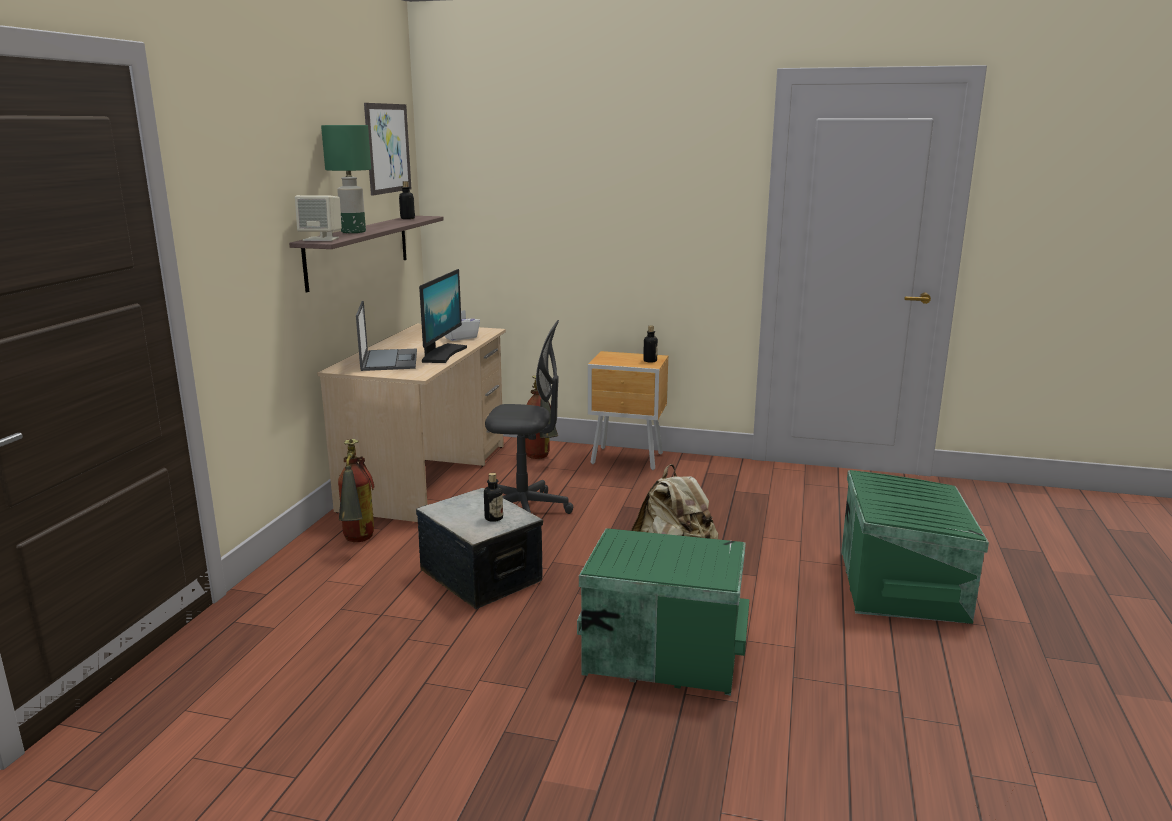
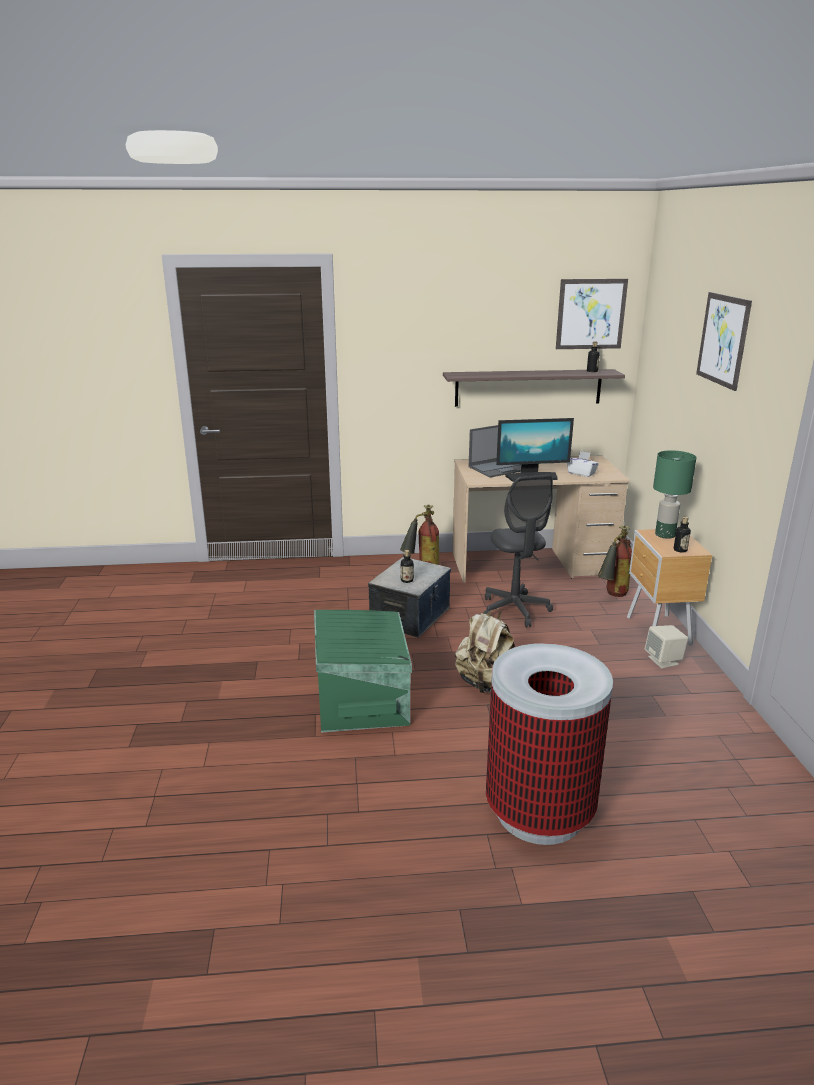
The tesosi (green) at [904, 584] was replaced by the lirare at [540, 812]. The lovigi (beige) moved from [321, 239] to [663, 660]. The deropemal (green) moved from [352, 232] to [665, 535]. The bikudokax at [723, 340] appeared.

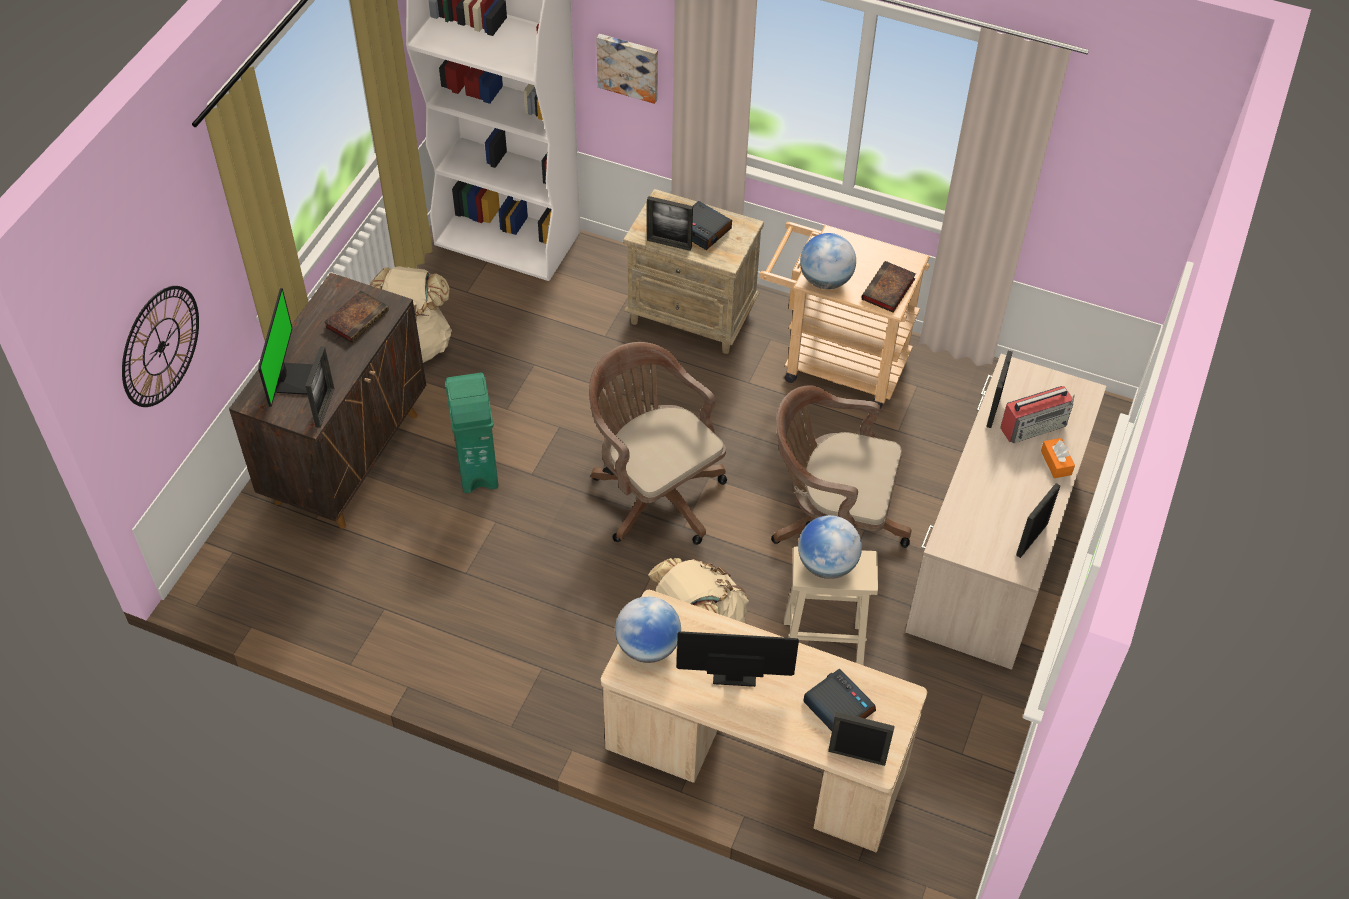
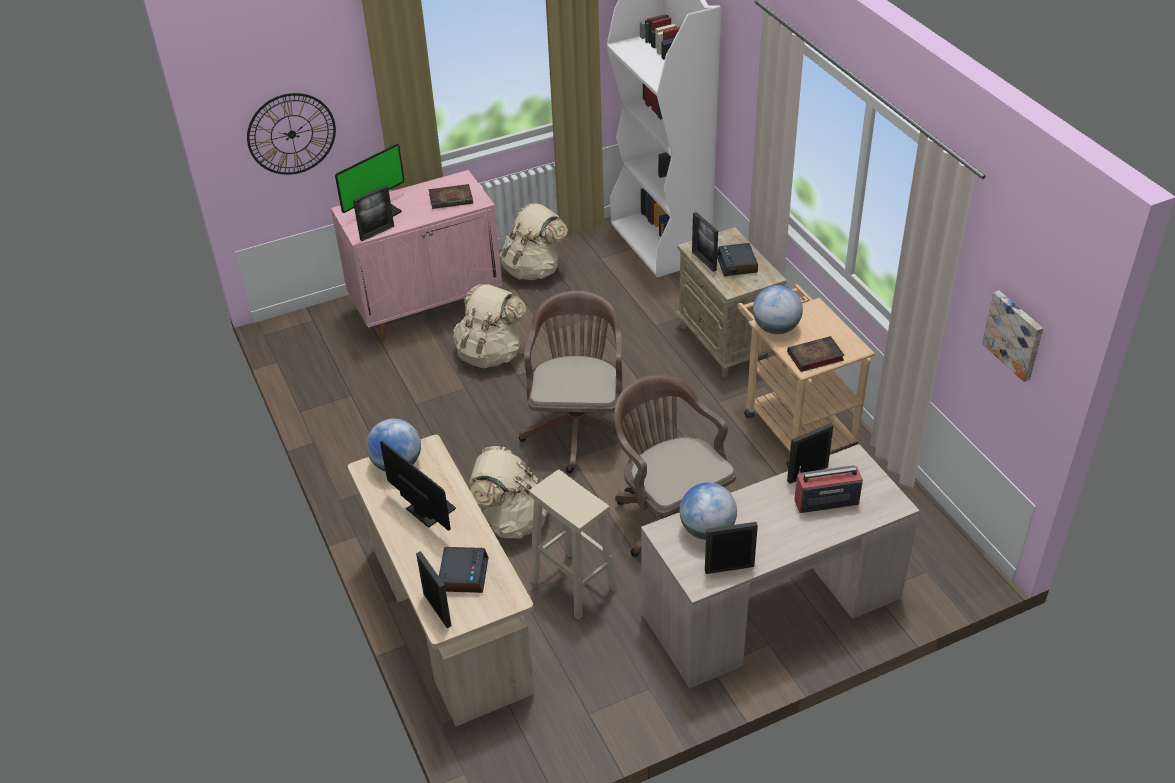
The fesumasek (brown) at [348, 457] became the fesumasek (pink) at [428, 307]. The lirare (green) at [477, 468] was replaced by the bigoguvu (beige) at [490, 354]. The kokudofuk moved from [827, 564] to [707, 530]. The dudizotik at [1034, 426] turned 150 degrees clockwise. The bikudokax moved from [628, 66] to [1015, 334]. The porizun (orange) at [1056, 462] disappeared.

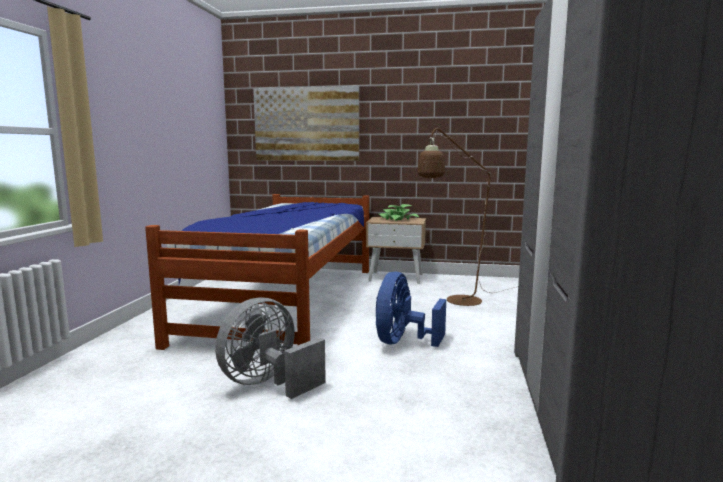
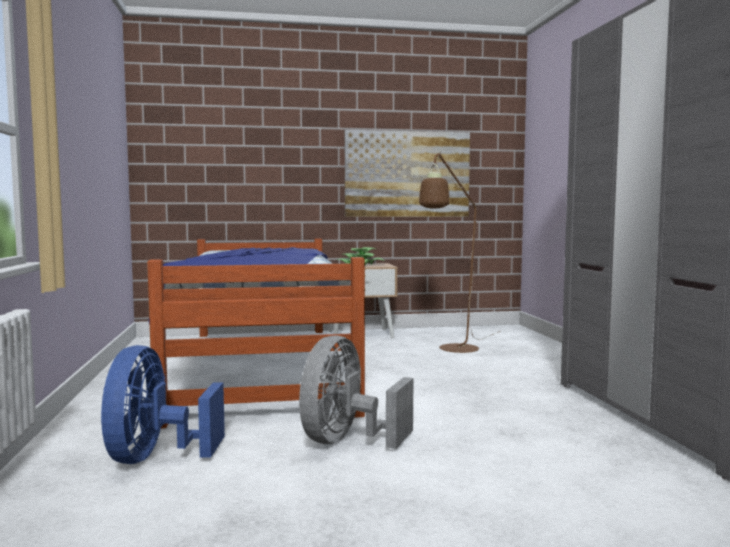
The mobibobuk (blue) moved from [402, 342] to [154, 457]. The bikudokax moved from [306, 124] to [407, 174].

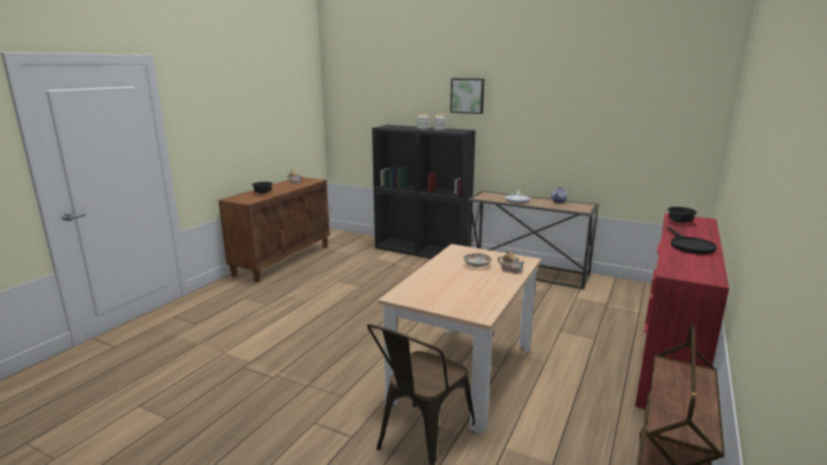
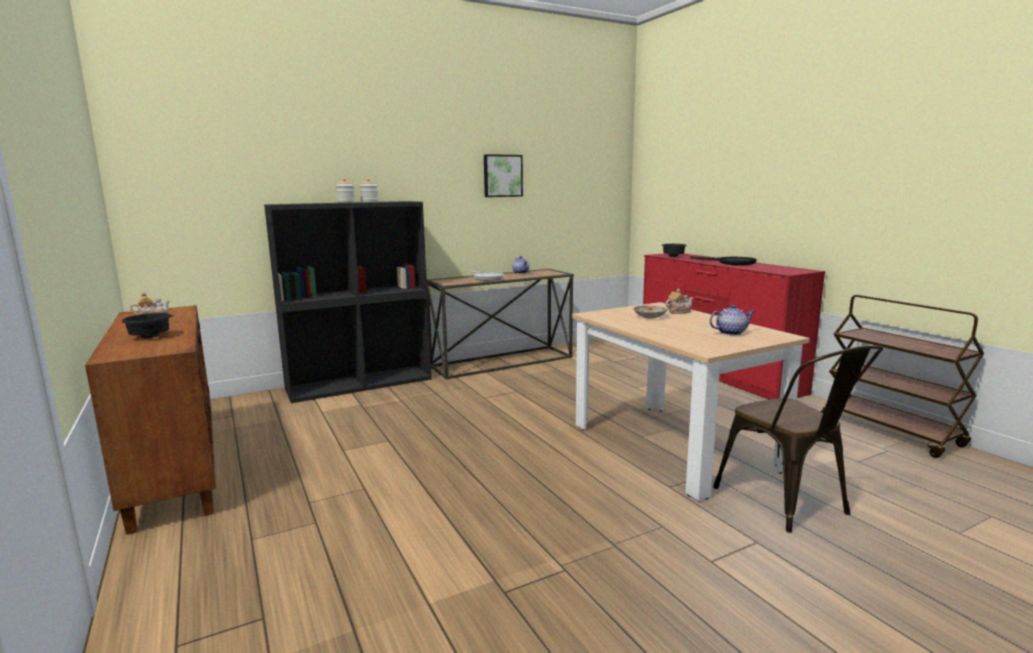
The bikudokax moved from [467, 95] to [502, 176]. The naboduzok at [730, 332] appeared.

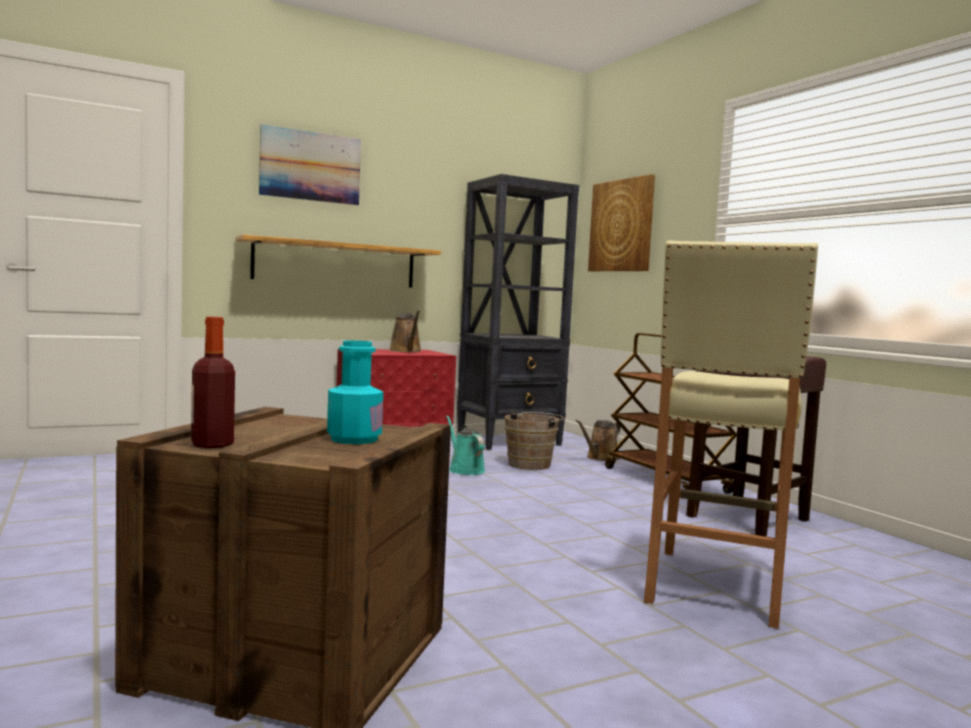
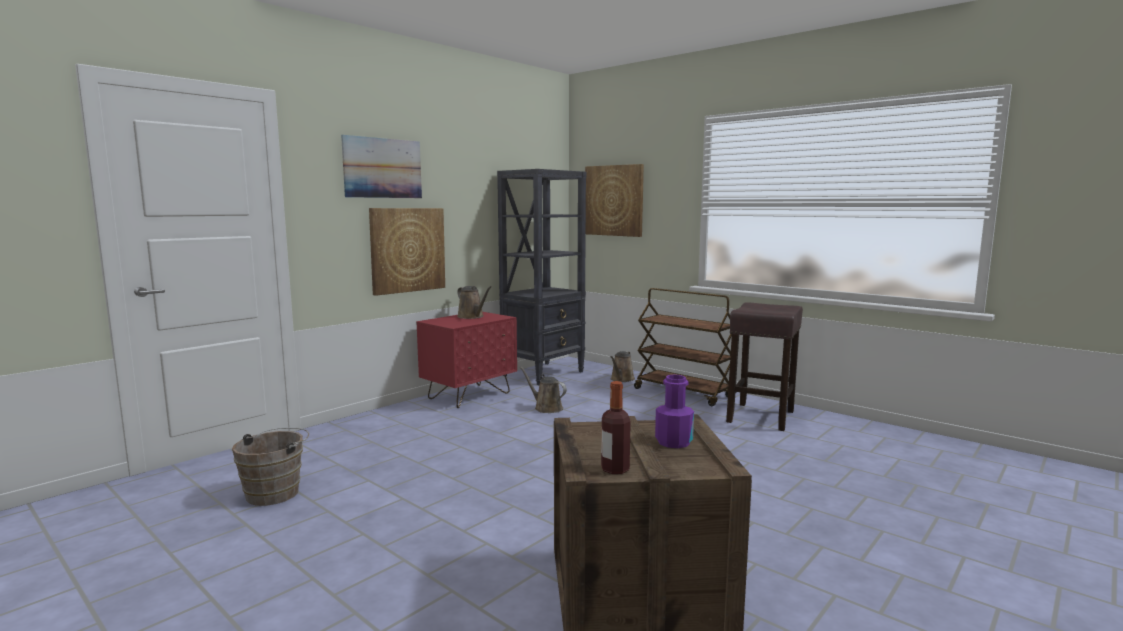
The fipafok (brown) moved from [532, 464] to [276, 492]. The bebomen at [335, 264] was replaced by the bikudokax at [407, 250]. The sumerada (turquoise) at [464, 470] became the sumerada (brown) at [546, 408]. The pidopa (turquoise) at [354, 439] became the pidopa (purple) at [673, 442]. The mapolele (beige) at [715, 586] disappeared.

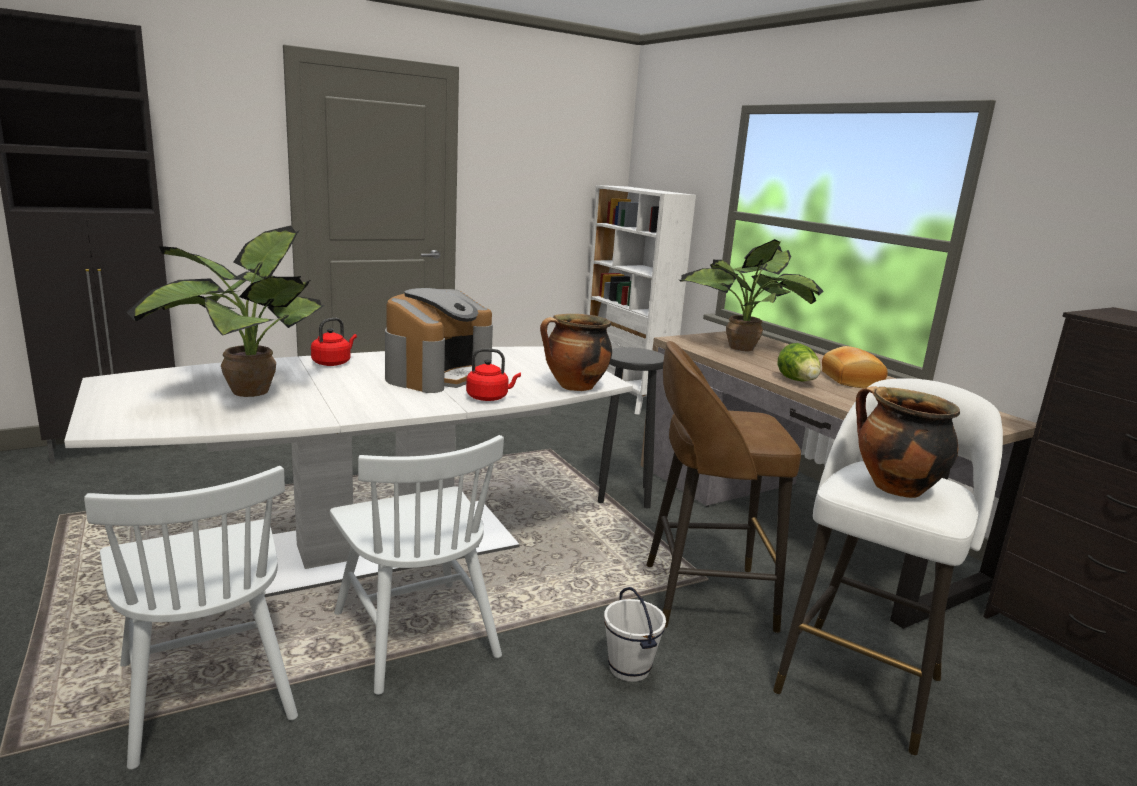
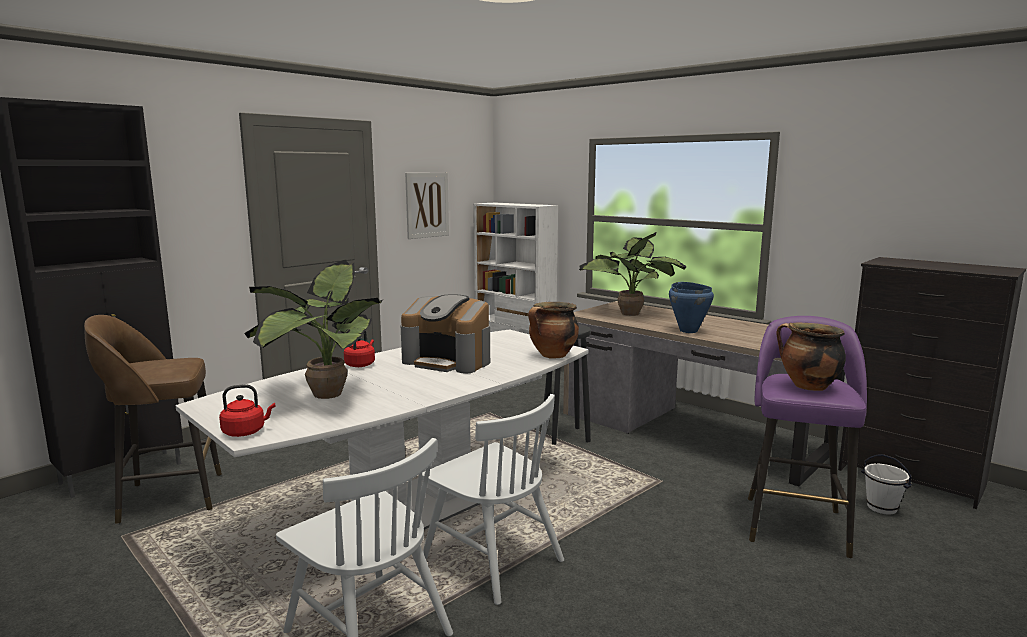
The mapolele (brown) moved from [703, 596] to [167, 497]. The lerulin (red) moved from [489, 398] to [246, 432]. The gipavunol at [437, 374] turned 105 degrees clockwise. The bikudokax at [427, 205] appeared. The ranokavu at [798, 381] was replaced by the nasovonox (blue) at [688, 331]. The mapolele (white) at [861, 682] became the mapolele (purple) at [795, 524]. The fipafok (white) moved from [630, 668] to [882, 508]. The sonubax at [849, 380] disappeared.

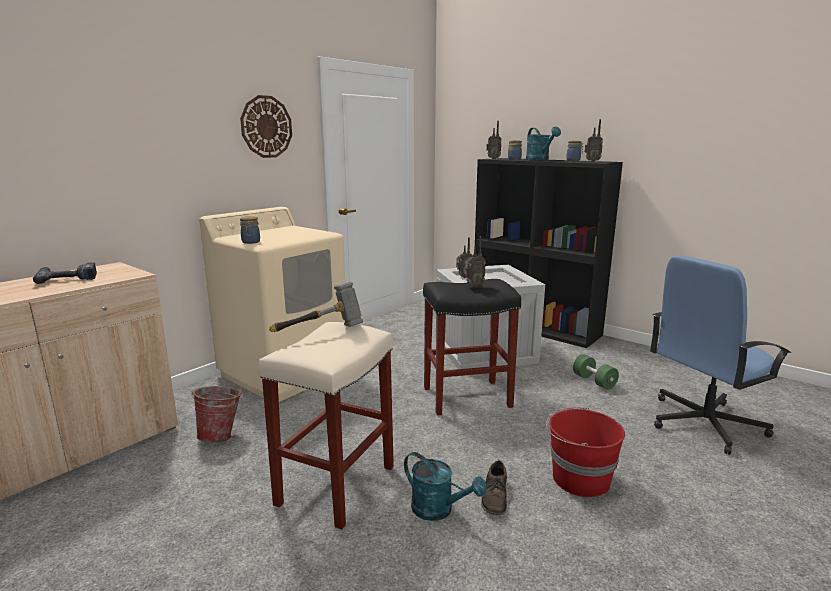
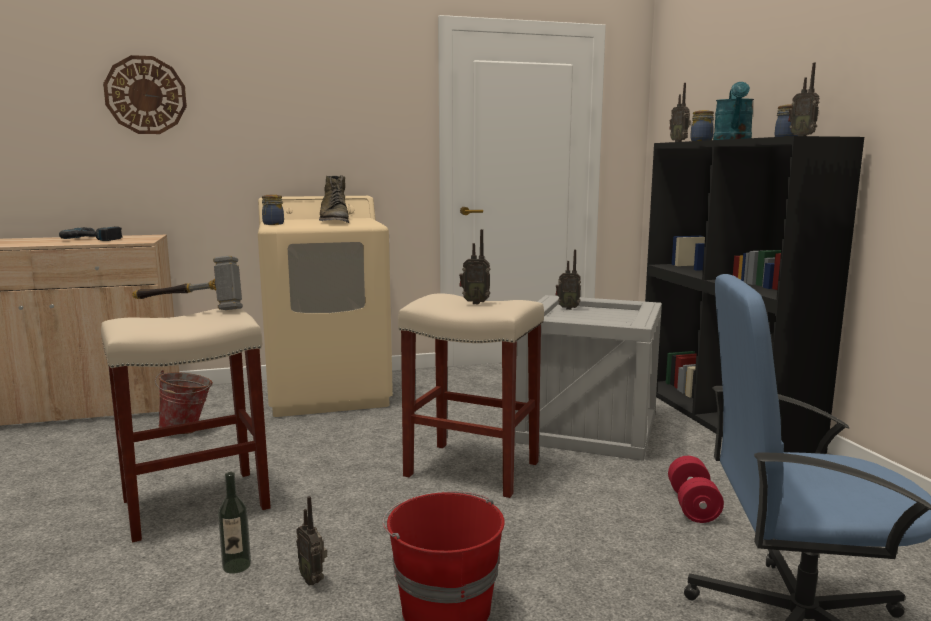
The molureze moved from [266, 127] to [146, 95]. The sumerada (turquoise) at [439, 510] was replaced by the pidopa at [236, 565]. The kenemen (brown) at [495, 496] was replaced by the dudizotik at [313, 579]. The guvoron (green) at [334, 222] appeared. The mapolele (black) at [468, 396] became the mapolele (beige) at [474, 469]. The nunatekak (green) at [594, 381] became the nunatekak (red) at [693, 505].

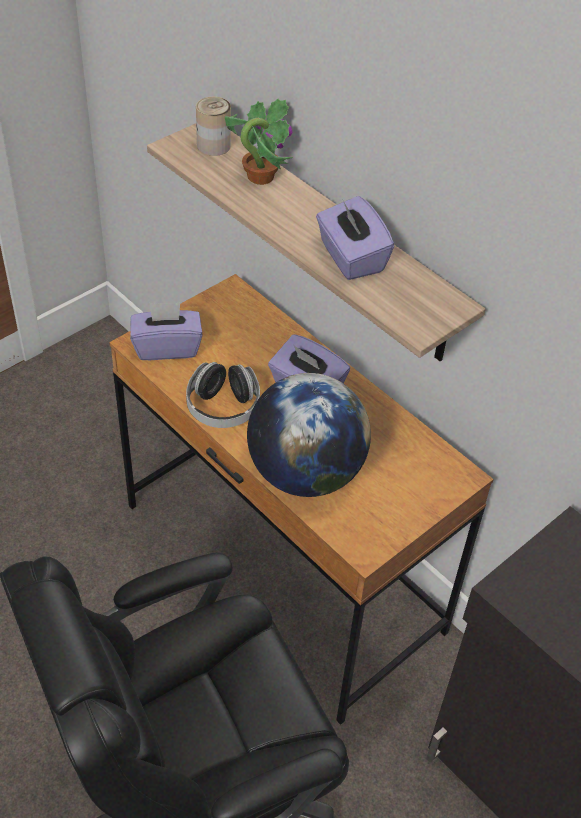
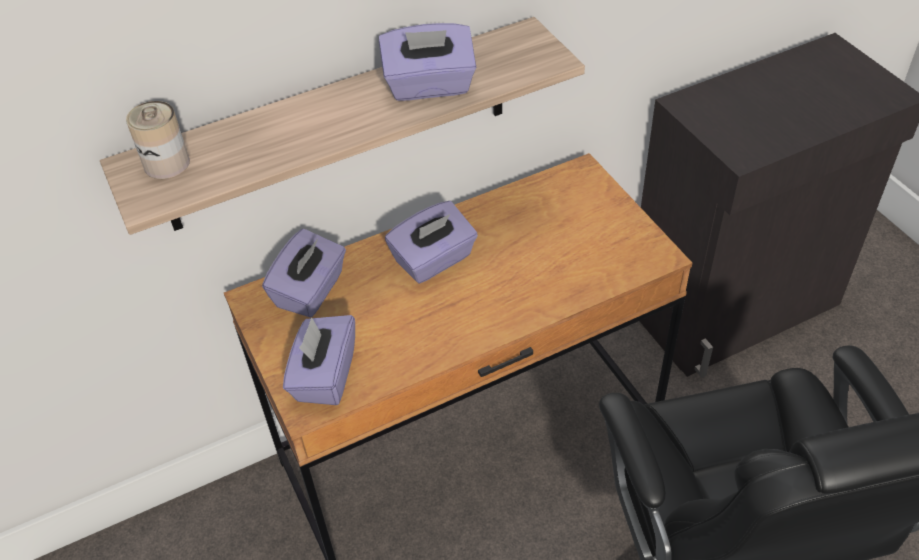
The porizun (purple) at [311, 291] appeared. The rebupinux at [223, 408] disappeared. The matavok at [259, 176] disappeared. The kokudofuk at [305, 473] disappeared.

